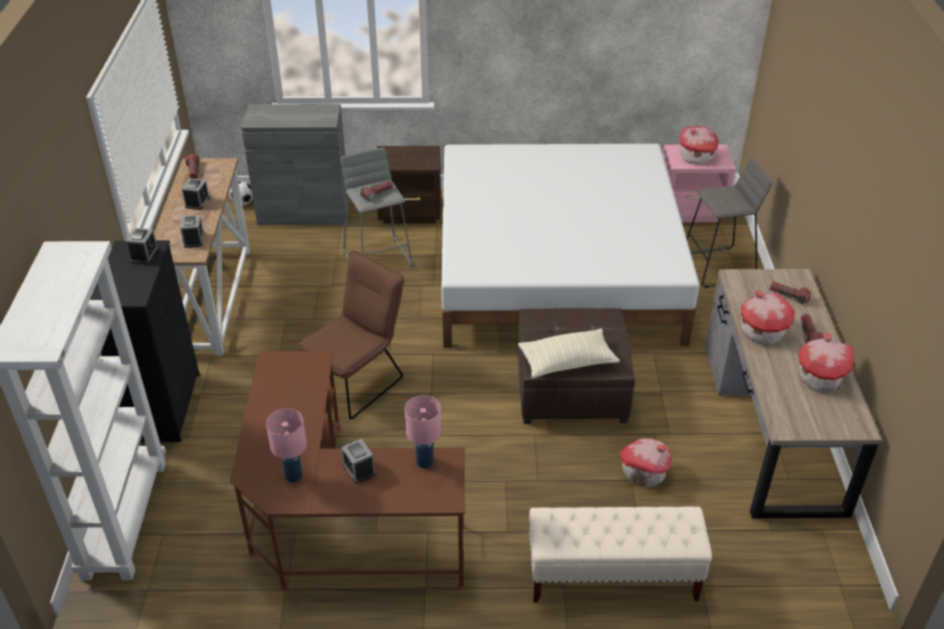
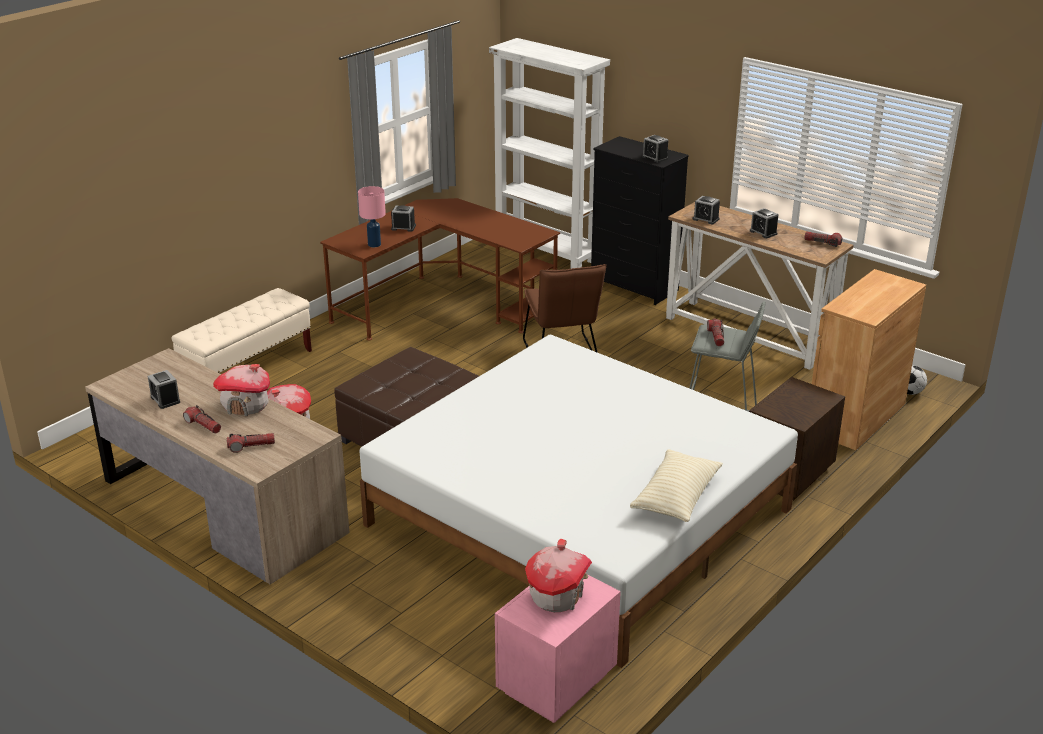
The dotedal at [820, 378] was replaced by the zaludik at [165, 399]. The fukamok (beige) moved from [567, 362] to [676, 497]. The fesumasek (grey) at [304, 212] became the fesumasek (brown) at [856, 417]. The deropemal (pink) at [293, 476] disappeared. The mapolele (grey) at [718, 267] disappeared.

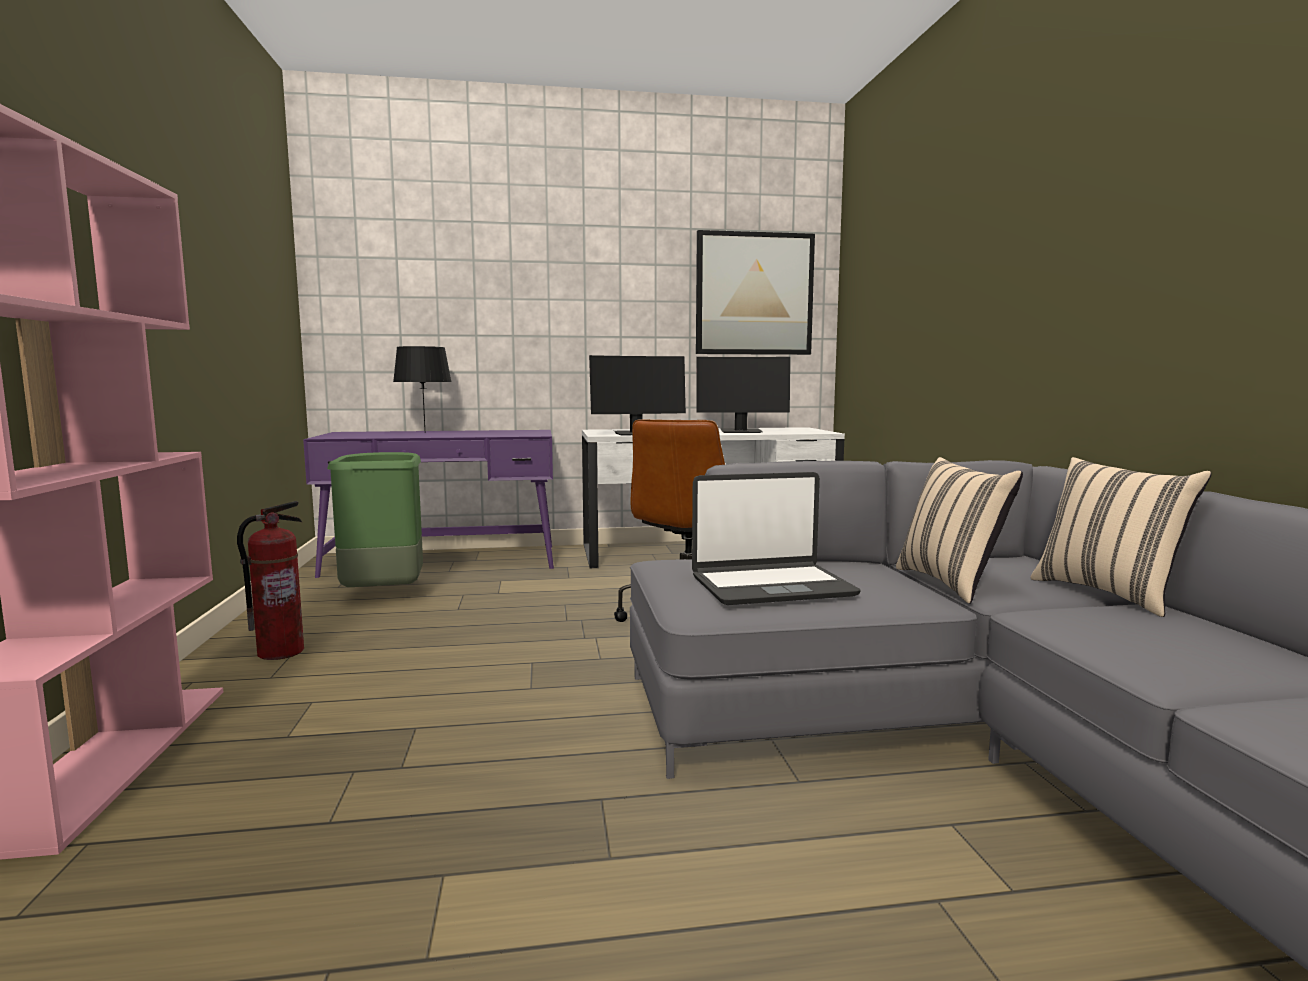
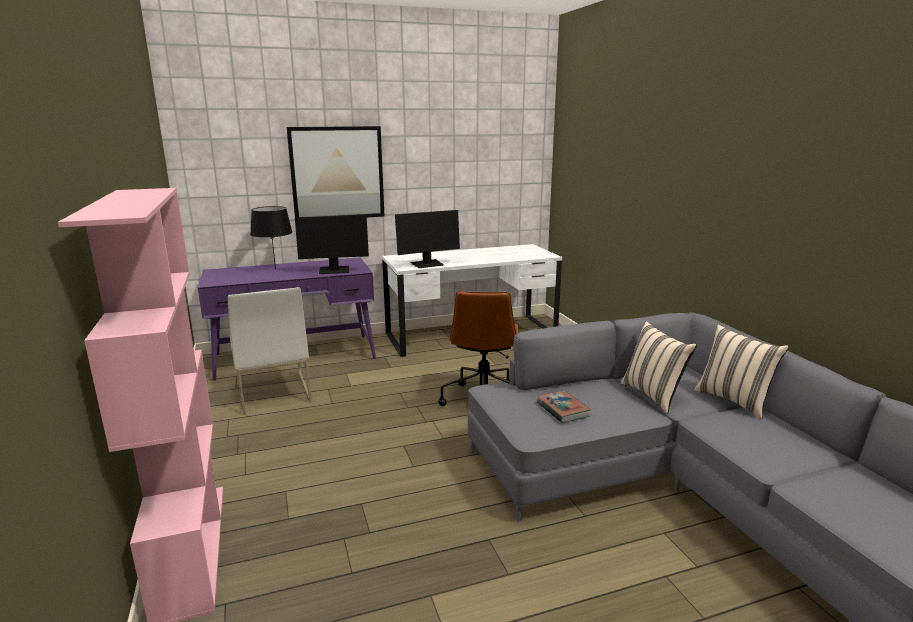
The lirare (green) at [384, 594] was replaced by the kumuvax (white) at [273, 393]. The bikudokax moved from [754, 294] to [337, 173]. The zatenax moved from [741, 432] to [334, 271]. The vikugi at [771, 586] was replaced by the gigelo at [562, 410]. The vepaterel at [280, 652] disappeared.

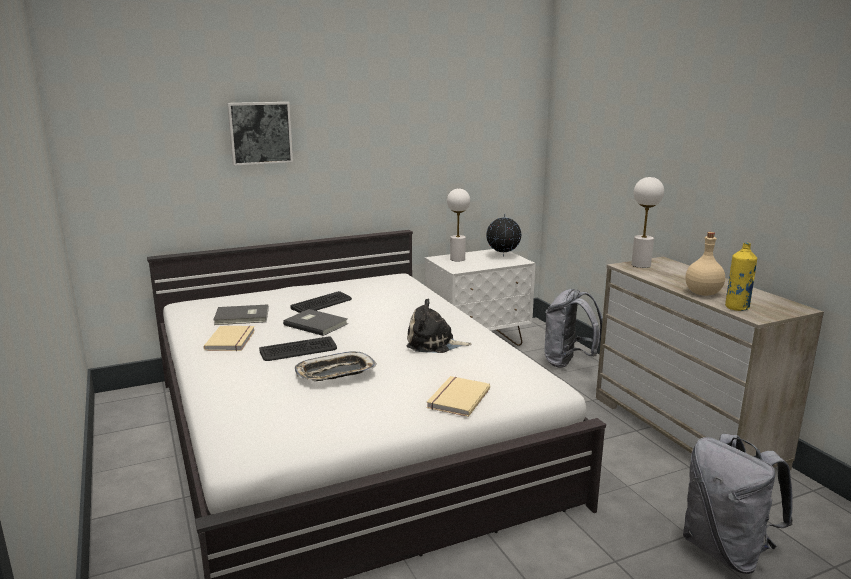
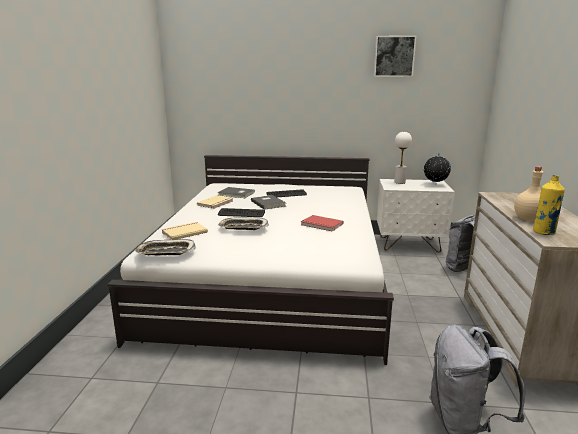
The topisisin at [166, 252] appeared. The gigelo (beige) moved from [456, 398] to [184, 232]. The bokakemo at [434, 344] was replaced by the gigelo (red) at [321, 225]. The bikudokax moved from [260, 133] to [394, 56]. The deropemal (white) at [641, 265] disappeared.

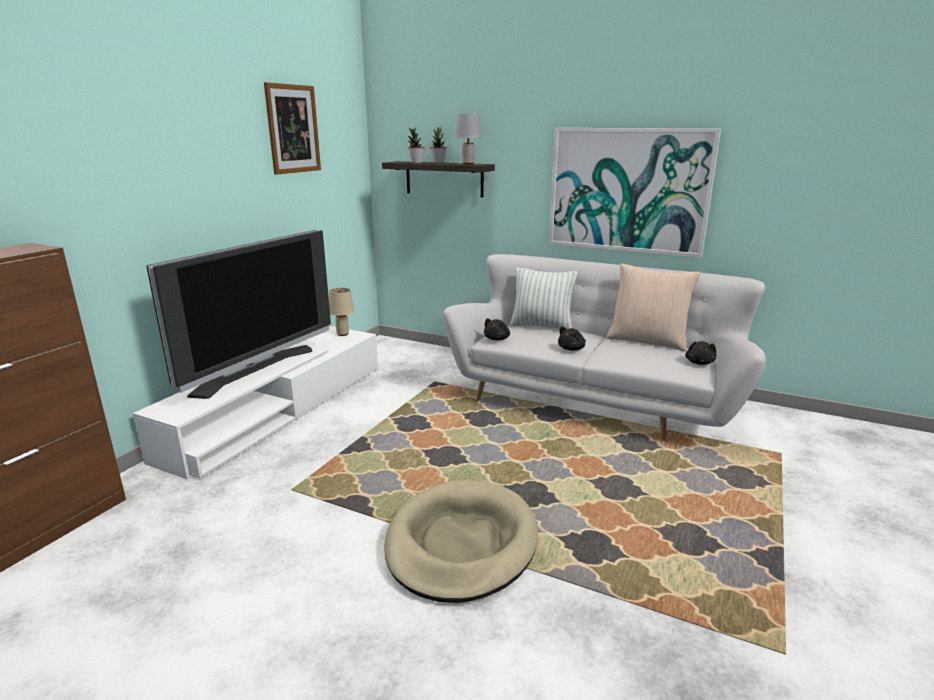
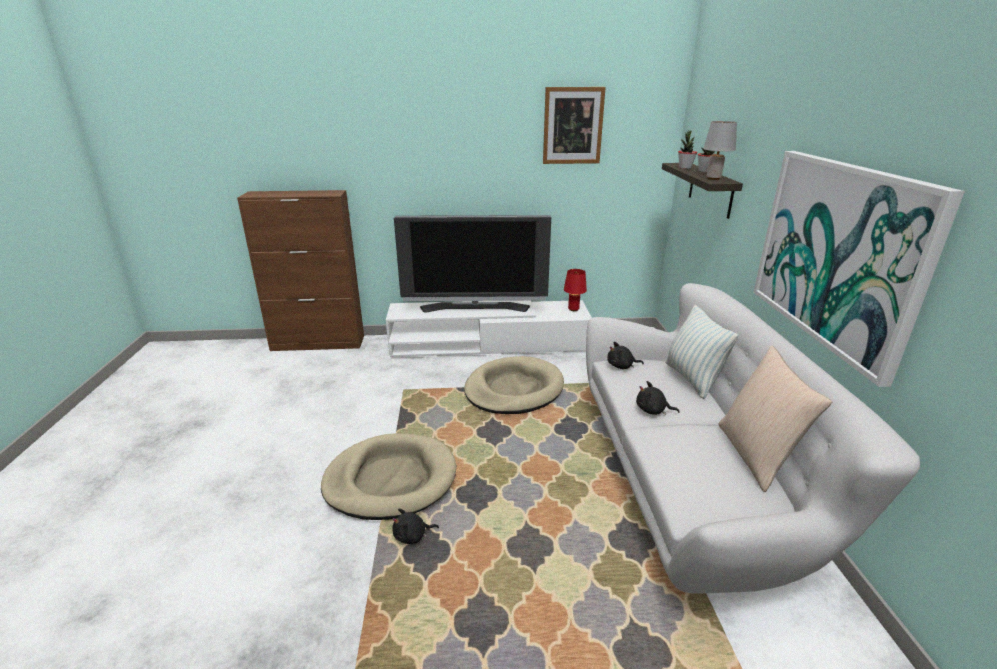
The bokakemo (black) moved from [699, 363] to [412, 536]. The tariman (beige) at [513, 389] appeared. The deropemal (beige) at [343, 334] became the deropemal (red) at [574, 309].

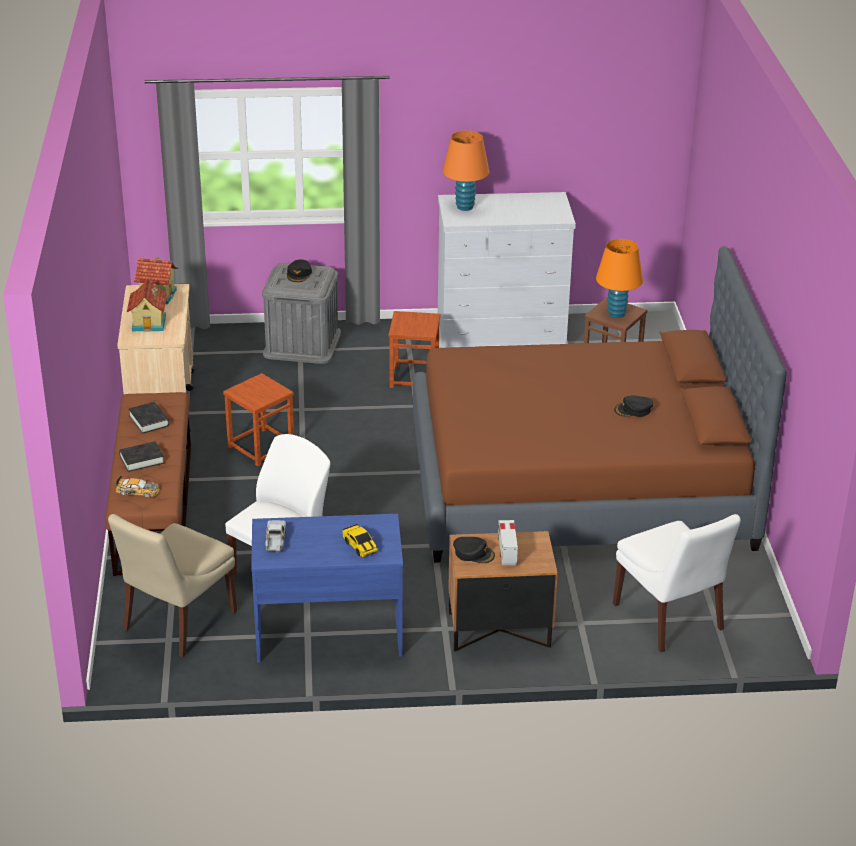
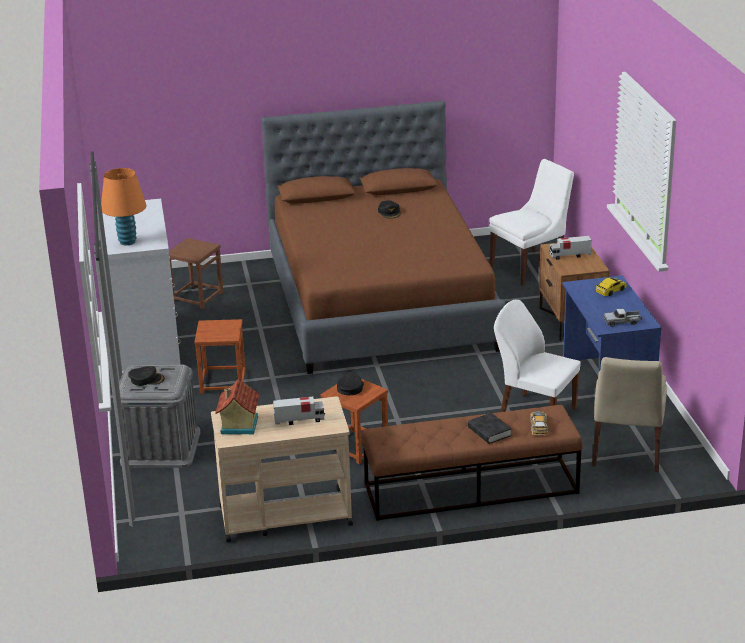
The dotedal at [150, 323] was replaced by the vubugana at [299, 420]. The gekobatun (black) moved from [473, 553] to [350, 387]. The kumuvax (beige) at [177, 622] turned 75 degrees clockwise. The gigelo (black) at [149, 421] disappeared. The deropemal (orange) at [616, 314] disappeared.

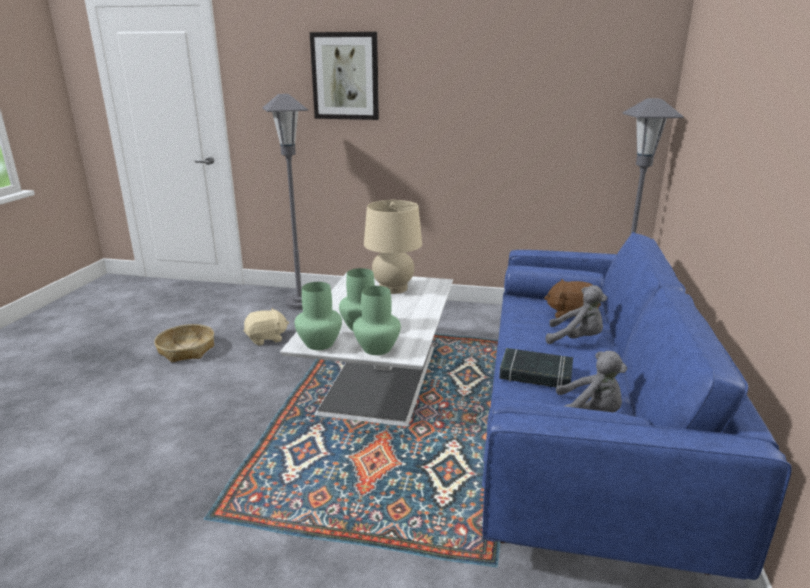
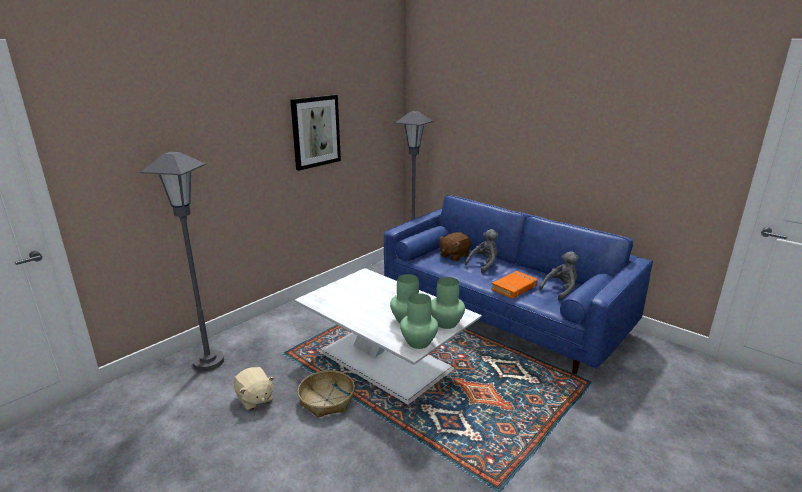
The bokakemo (beige) at [266, 339] turned 135 degrees clockwise. The bikudokax moved from [345, 76] to [315, 131]. The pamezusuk moved from [187, 350] to [326, 400]. The gigelo (black) at [535, 374] became the gigelo (orange) at [514, 288]. The deropemal (beige) at [393, 288] disappeared.

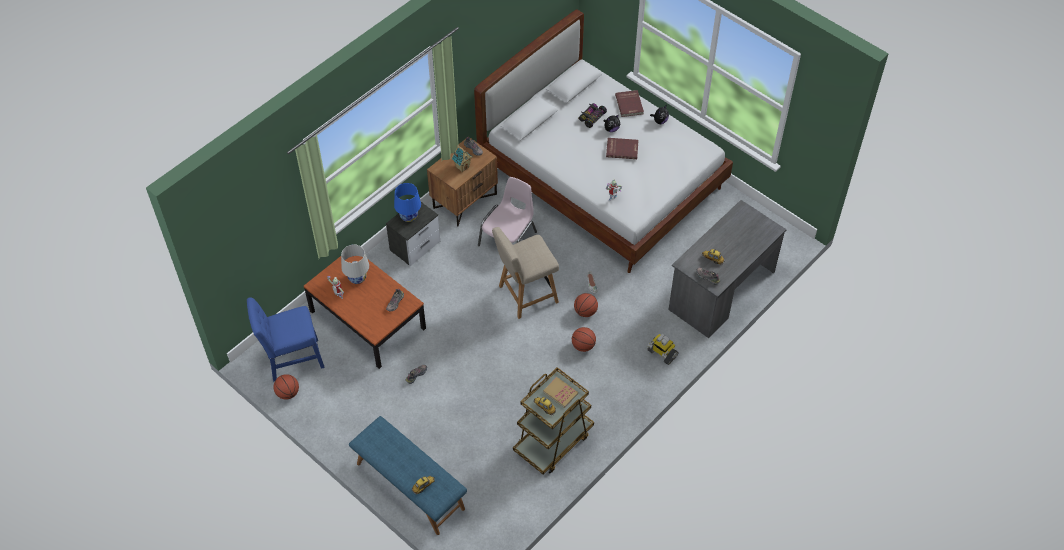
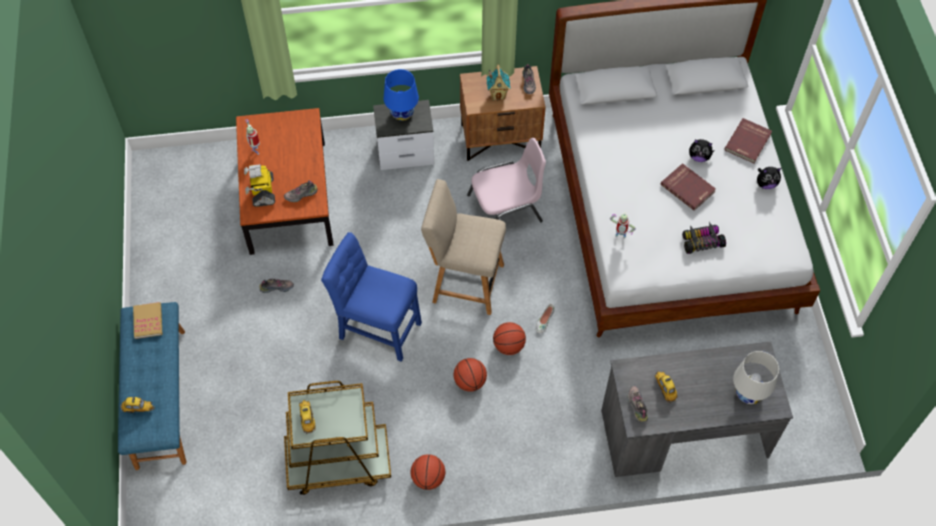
The gigelo moved from [560, 393] to [148, 321]. The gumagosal moved from [662, 353] to [262, 191]. The kumuvax (blue) moved from [291, 360] to [376, 328]. The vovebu moved from [288, 393] to [428, 478]. The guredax moved from [591, 117] to [701, 241]. The deropemal (white) moved from [357, 278] to [748, 394].

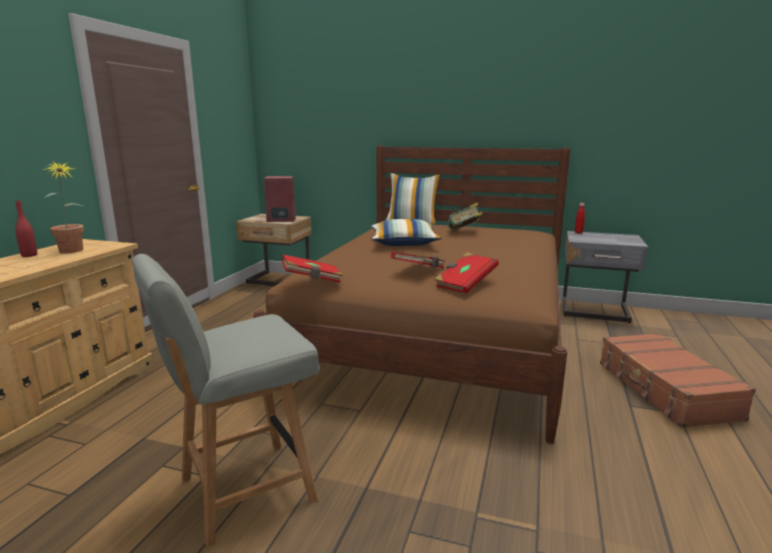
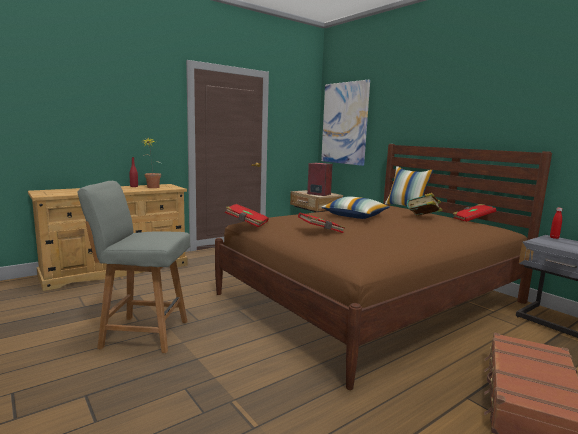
The bikudokax at [345, 123] appeared. The gigelo (red) moved from [465, 284] to [472, 219].

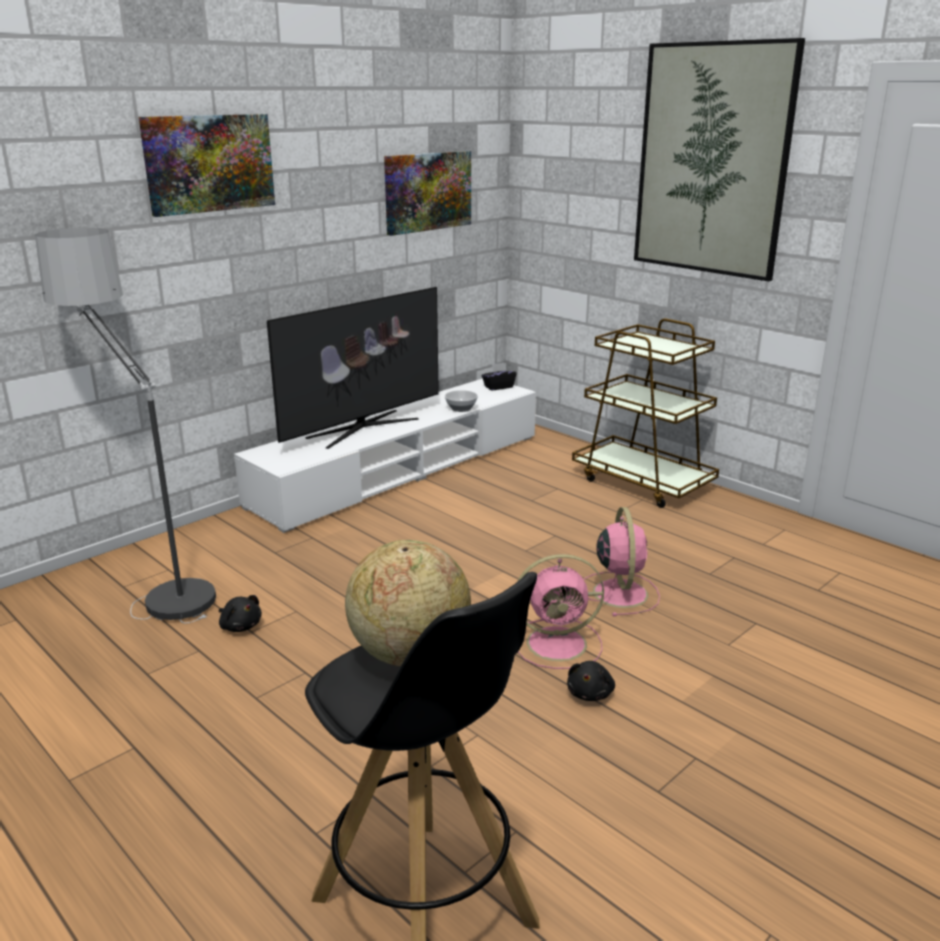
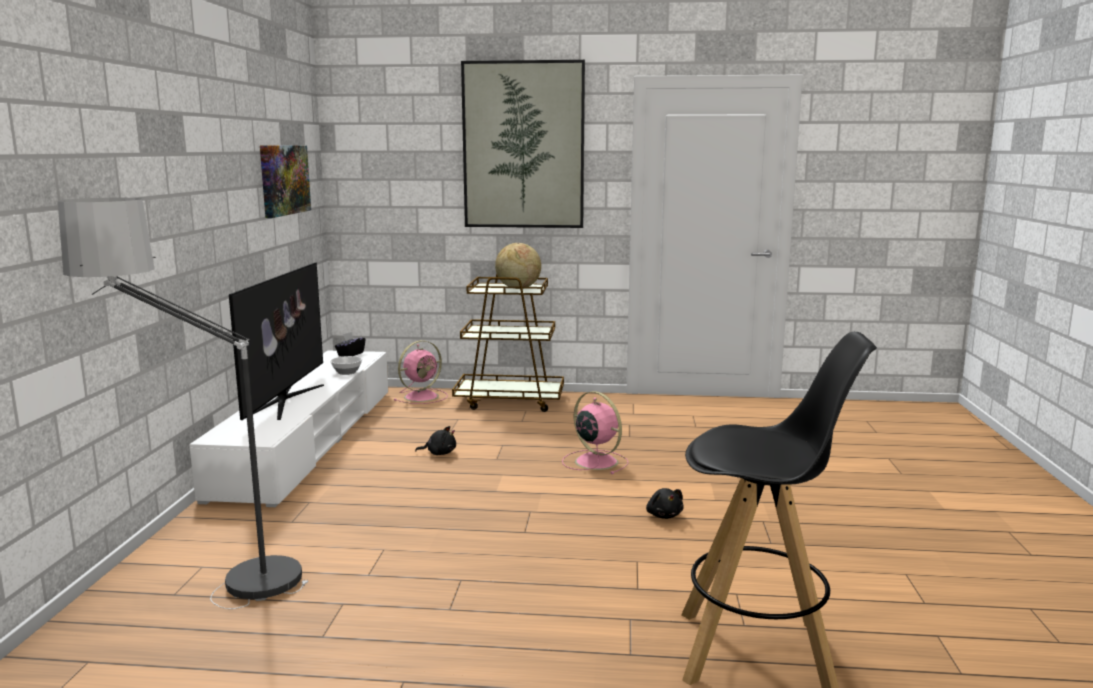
The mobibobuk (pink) moved from [559, 643] to [422, 396]. The bokakemo (black) moved from [240, 626] to [439, 453]. The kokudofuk moved from [409, 654] to [518, 288]. The bikudokax at [209, 163] disappeared.

